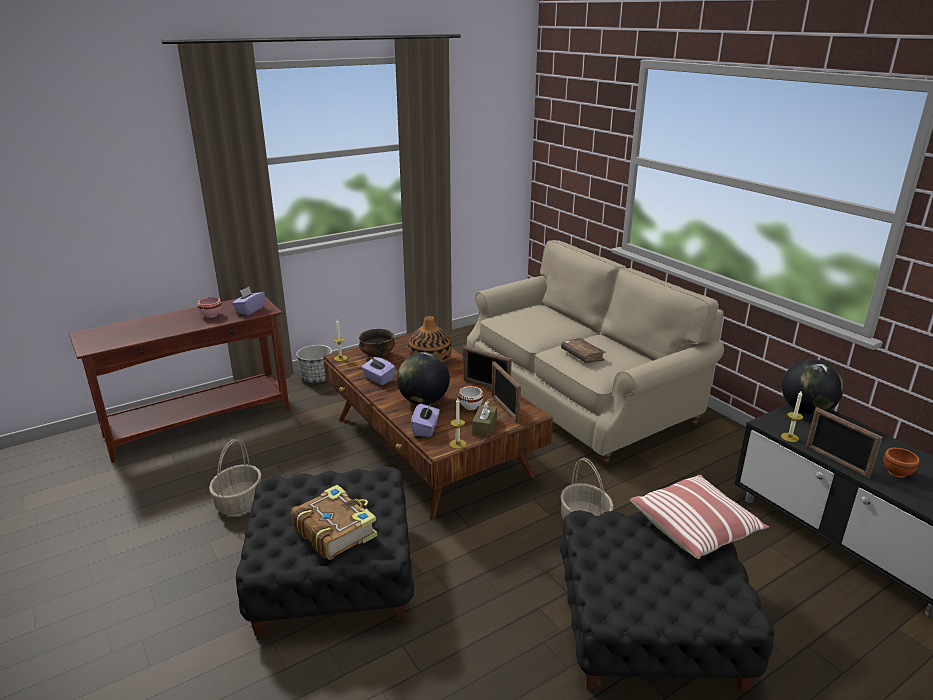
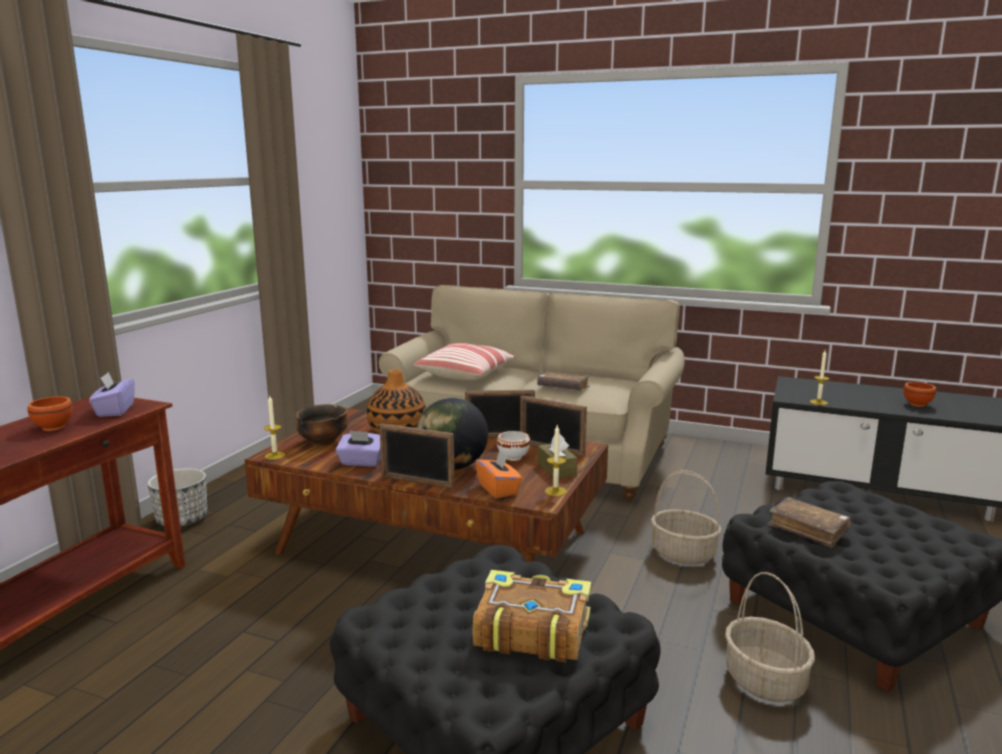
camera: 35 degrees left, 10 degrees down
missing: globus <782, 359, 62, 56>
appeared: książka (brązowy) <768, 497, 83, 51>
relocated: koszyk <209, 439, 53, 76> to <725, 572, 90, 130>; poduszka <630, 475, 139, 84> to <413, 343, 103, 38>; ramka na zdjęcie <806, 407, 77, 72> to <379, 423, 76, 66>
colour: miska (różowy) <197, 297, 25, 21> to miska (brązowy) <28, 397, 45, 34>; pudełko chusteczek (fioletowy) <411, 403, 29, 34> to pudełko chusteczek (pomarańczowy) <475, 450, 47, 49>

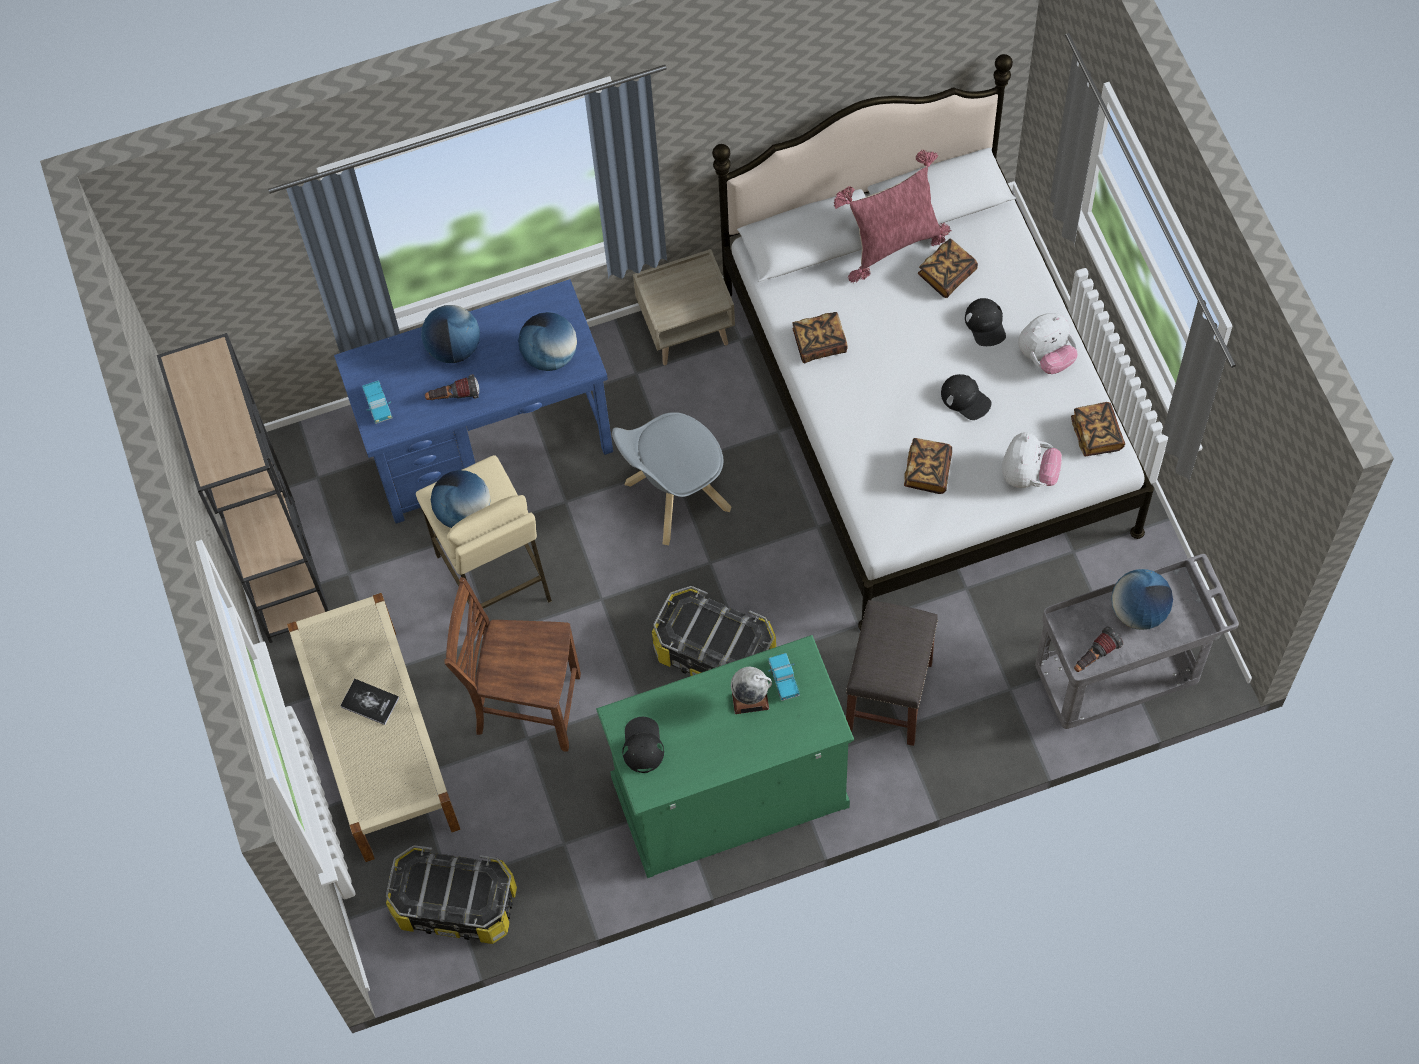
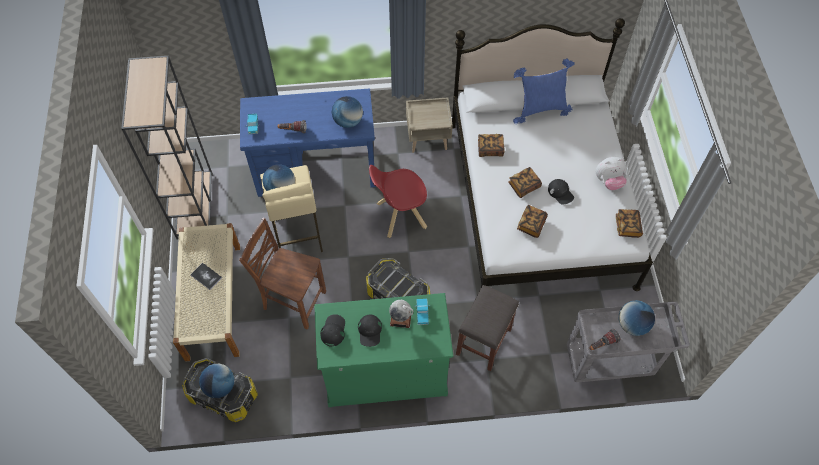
camera: 10 degrees right, 5 degrees down
missing: pluszak <1002, 432, 60, 56>
relocated: globus <421, 305, 59, 58> to <199, 364, 35, 34>; książka <918, 239, 60, 59> to <508, 167, 34, 31>; czapka z daszkiem (czarny) <965, 298, 41, 48> to <358, 315, 24, 32>
colour: krzesło (szary) <612, 412, 120, 133> to krzesło (czerwony) <369, 165, 58, 73>; poduszka (czerwony) <834, 150, 118, 133> to poduszka (niebieski) <513, 58, 62, 66>

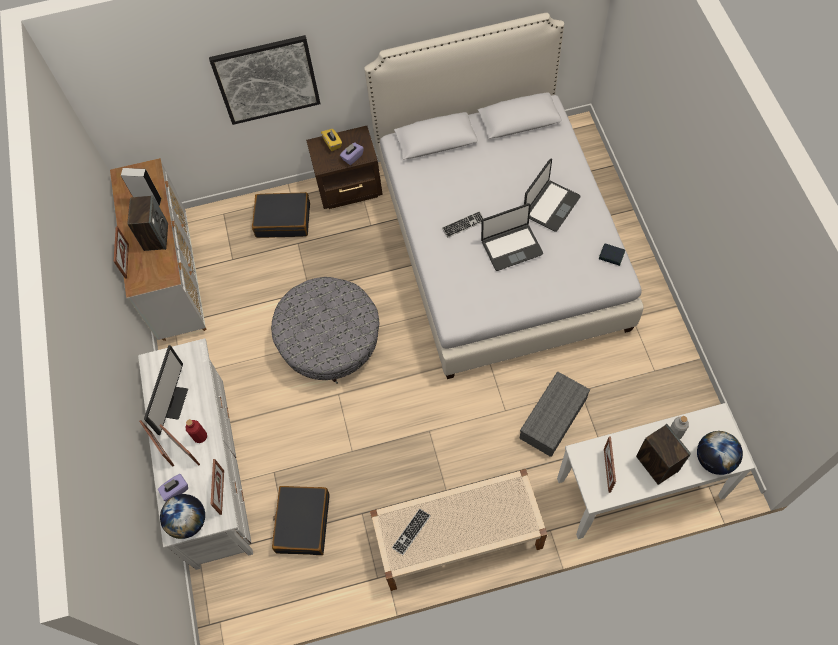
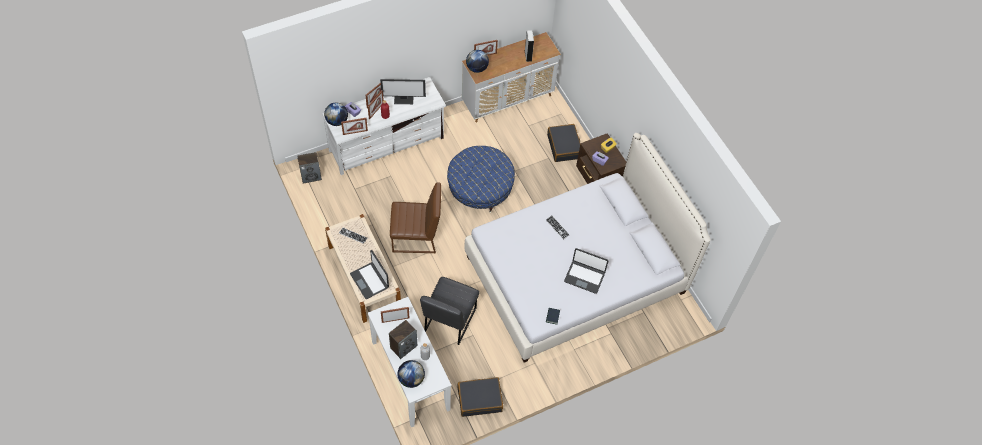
camera: 70 degrees right, 5 degrees down
missing: obraz <209, 35, 112, 90>
appeared: krzesło (brązowy) <390, 182, 51, 71>; globus <466, 50, 23, 23>
relocated: głośnik <127, 195, 41, 56> to <297, 152, 25, 32>; walizka (czarny) <272, 486, 58, 69> to <458, 377, 45, 40>; laptop <481, 203, 62, 68> to <350, 250, 39, 49>
exchanged: pojemnik do przechowywania (szary) <519, 371, 71, 86> to krzesło (szary) <420, 277, 59, 68>
colour: pufa (szary) <271, 277, 108, 106> to pufa (niebieski) <447, 146, 68, 67>

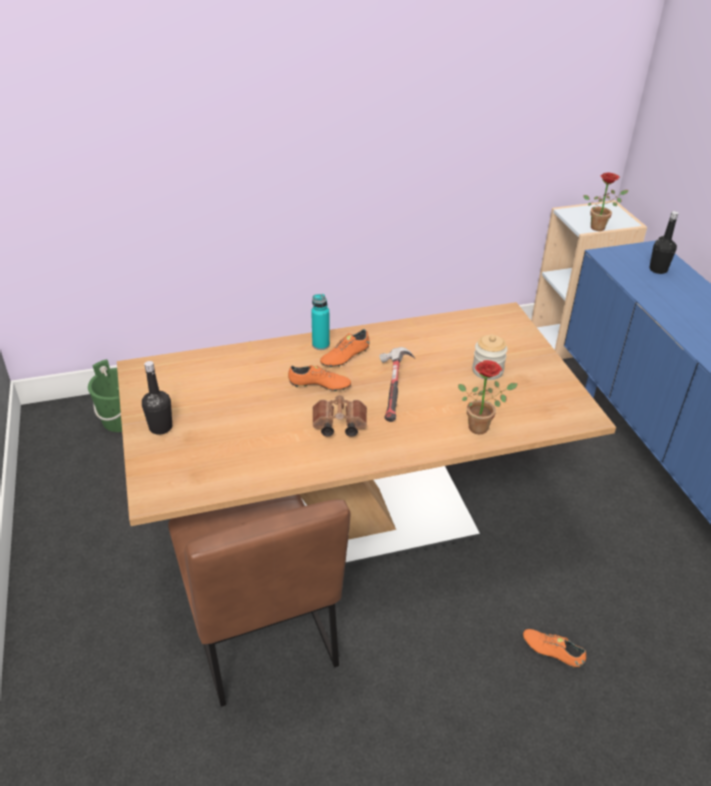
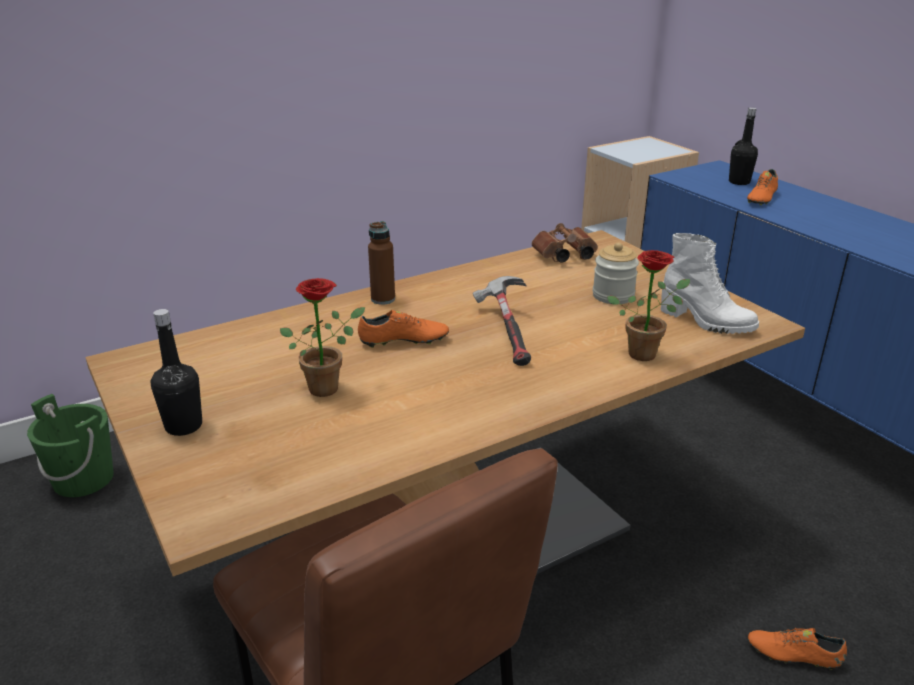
camera: 15 degrees left, 10 degrees down
appeared: but z cholewką (biały) <661, 233, 98, 101>
relocated: lornetka (brązowy) <313, 395, 54, 42> to <532, 223, 66, 40>; but (pomarańczowy) <320, 329, 50, 38> to <747, 169, 31, 36>; roślina doniczkowa <583, 173, 45, 58> to <280, 278, 85, 119>
colour: butelka (turkusowy) <311, 294, 19, 56> to butelka (brązowy) <368, 221, 27, 84>

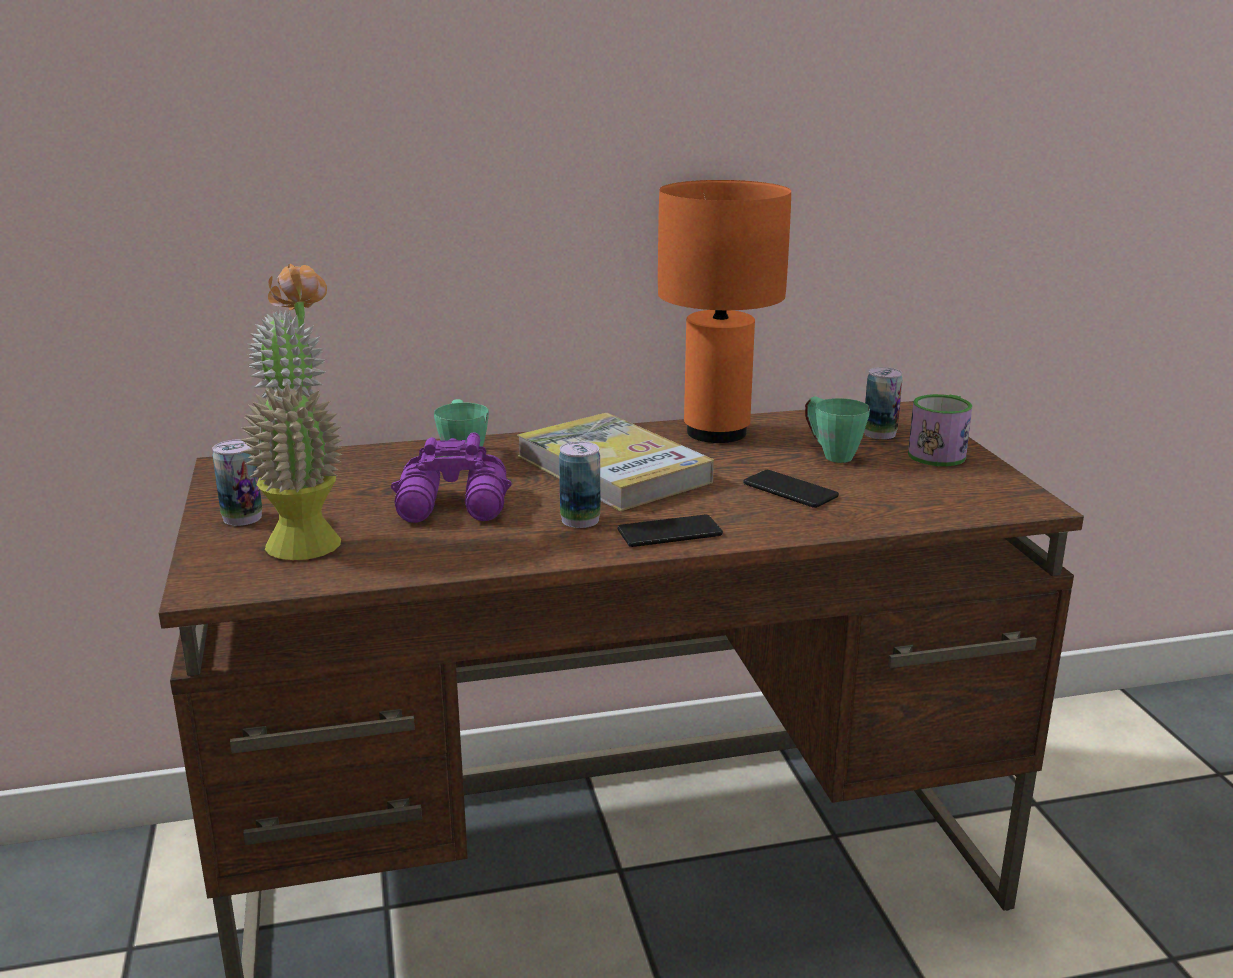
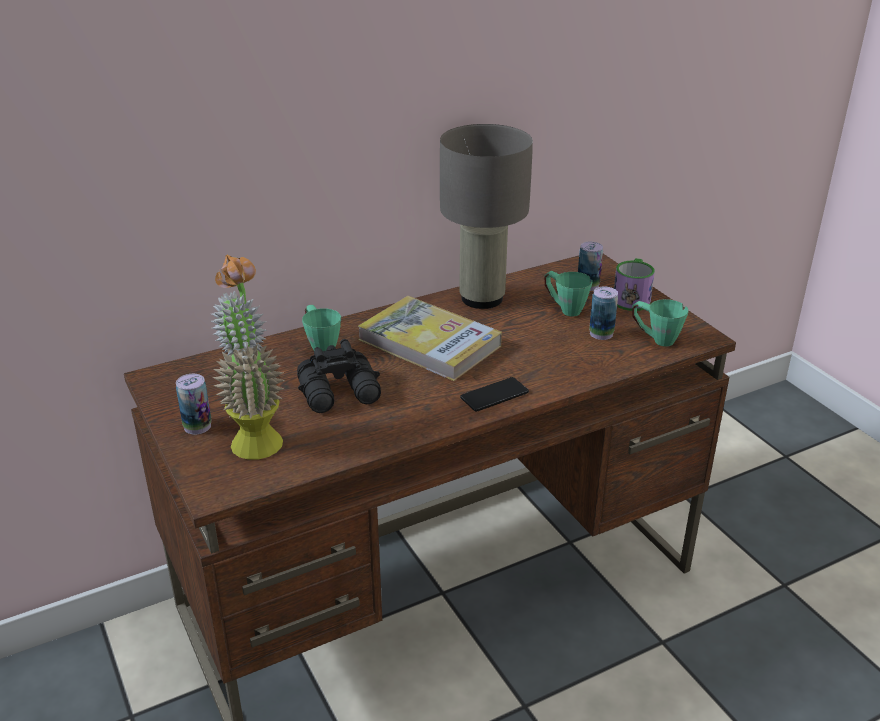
camera: 15 degrees left, 10 degrees up
missing: telefon <743, 470, 96, 38>
appeared: kubek (zielony) <632, 299, 56, 48>
relocated: puszka <559, 441, 41, 87> to <589, 287, 29, 53>
colour: lornetka (fioletowy) <391, 432, 121, 91> to lornetka (czarny) <297, 339, 84, 74>; lampa stołowa (pomarańczowy) <658, 180, 133, 263> to lampa stołowa (szary) <440, 124, 93, 185>

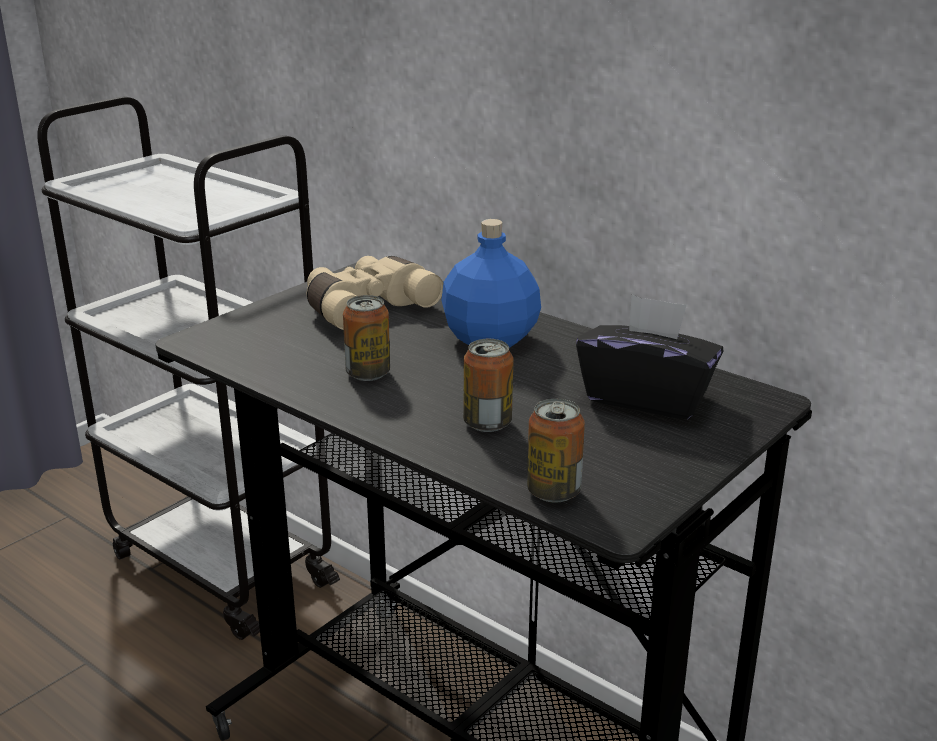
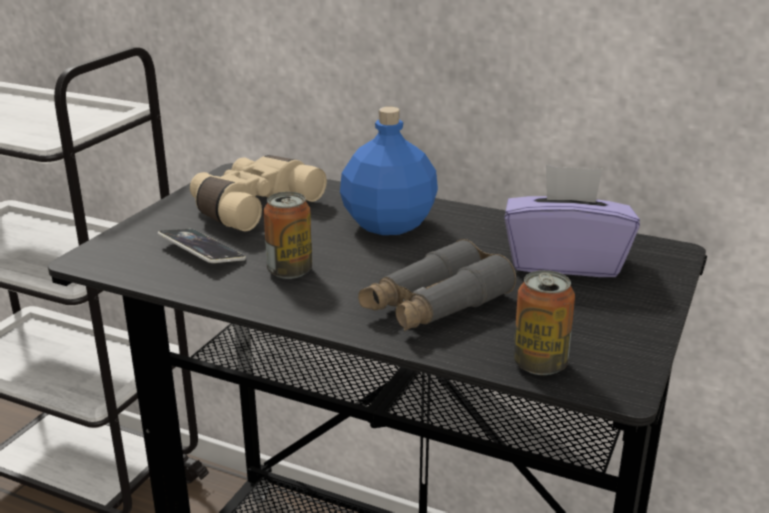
camera: 15 degrees left, 0 degrees up
appeared: telefon <158, 229, 88, 34>
exchanged: puszka <463, 339, 51, 93> to lornetka (szary) <358, 239, 158, 92>
colour: pudełko chusteczek (czarny) <576, 295, 147, 125> to pudełko chusteczek (fioletowy) <504, 165, 136, 112>

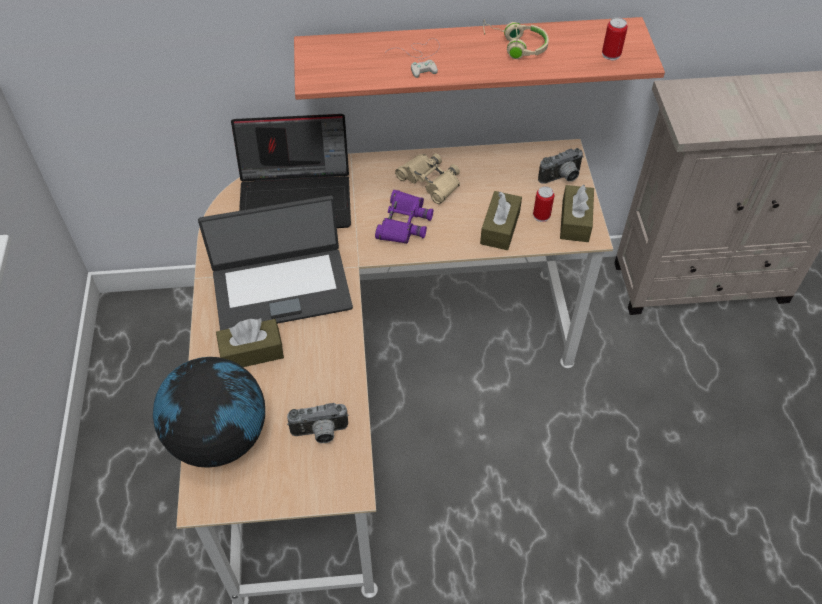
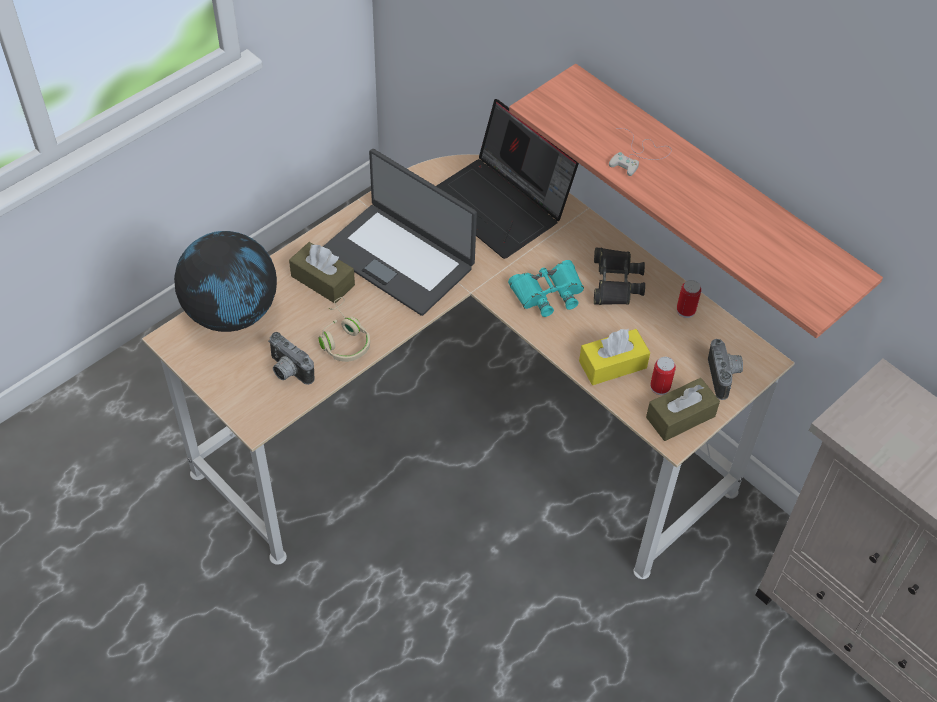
camera: 50 degrees right, 0 degrees up
relocated: słuchawki (beżowy) <483, 19, 66, 40> to <318, 297, 52, 65>; puszka <602, 17, 26, 43> to <677, 280, 24, 38>
colour: lornetka (fioletowy) <375, 190, 58, 54> to lornetka (turkusowy) <508, 260, 76, 57>; lornetka (beżowy) <395, 153, 65, 51> to lornetka (czarny) <594, 248, 51, 57>; pudełko chusteczek (brązowy) <480, 191, 42, 59> to pudełko chusteczek (żółty) <579, 328, 71, 57>
spun: aparat fotograficzny <538, 148, 46, 36> = <708, 339, 35, 61> 120 degrees counterclockwise

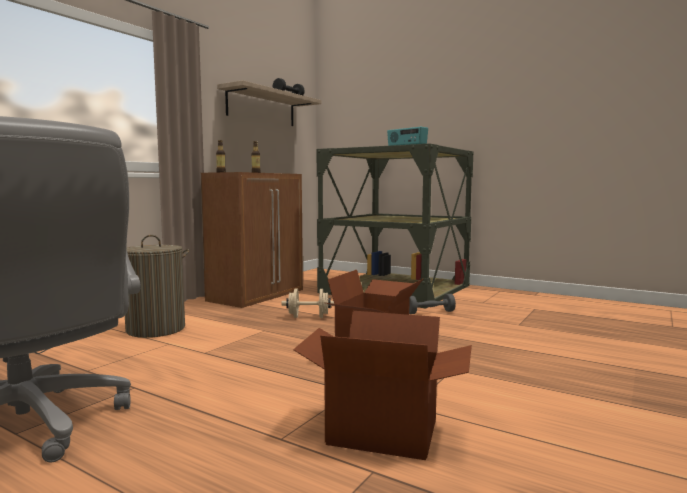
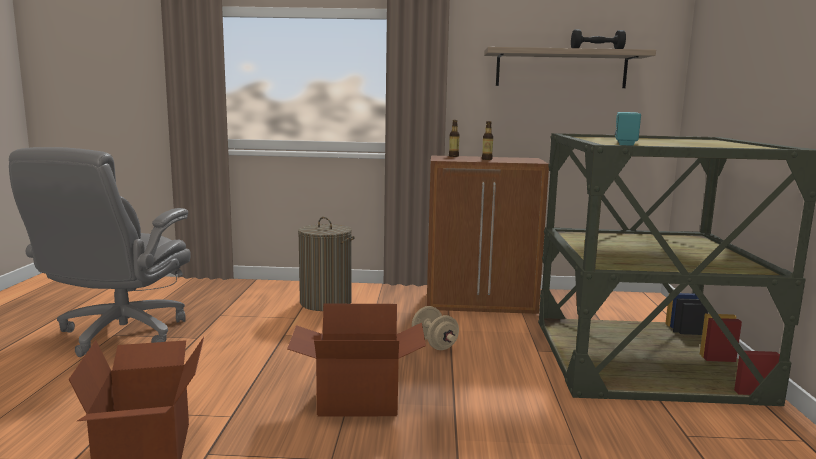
camera: 60 degrees right, 5 degrees up
missing: hantel (szary) <409, 294, 47, 20>

